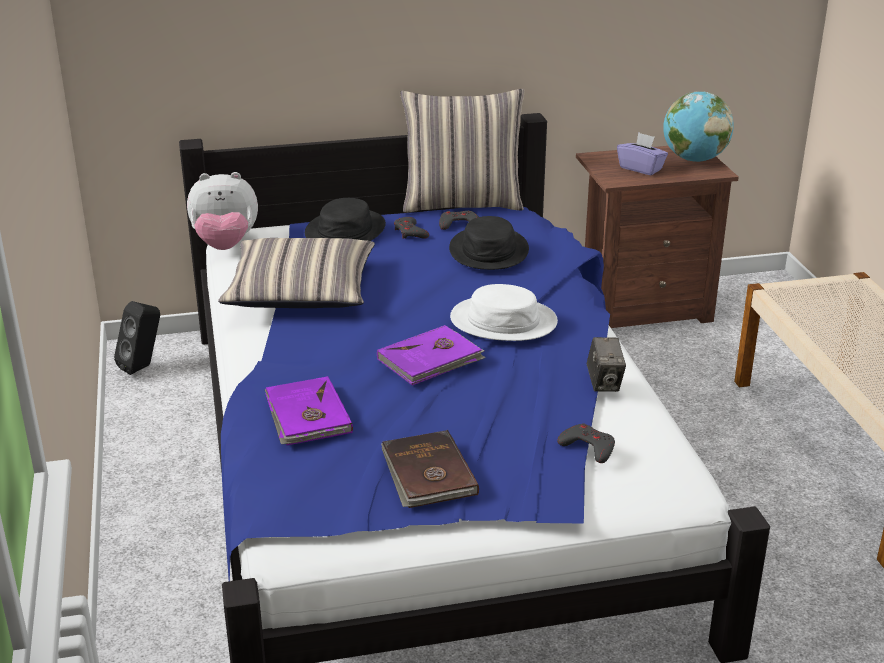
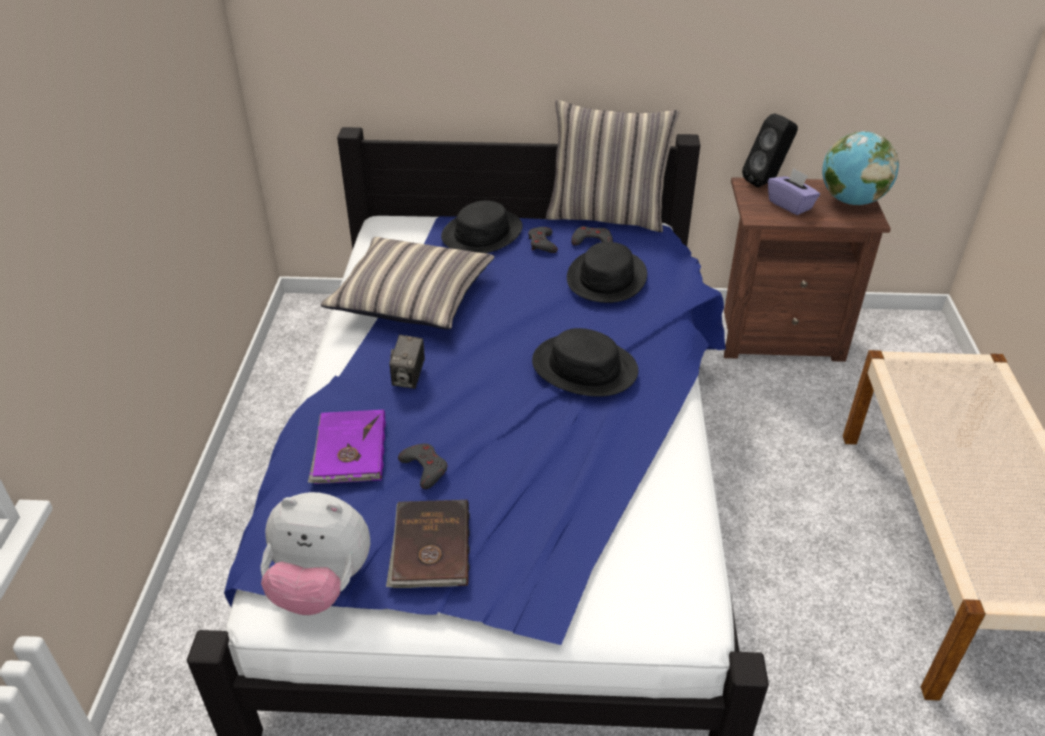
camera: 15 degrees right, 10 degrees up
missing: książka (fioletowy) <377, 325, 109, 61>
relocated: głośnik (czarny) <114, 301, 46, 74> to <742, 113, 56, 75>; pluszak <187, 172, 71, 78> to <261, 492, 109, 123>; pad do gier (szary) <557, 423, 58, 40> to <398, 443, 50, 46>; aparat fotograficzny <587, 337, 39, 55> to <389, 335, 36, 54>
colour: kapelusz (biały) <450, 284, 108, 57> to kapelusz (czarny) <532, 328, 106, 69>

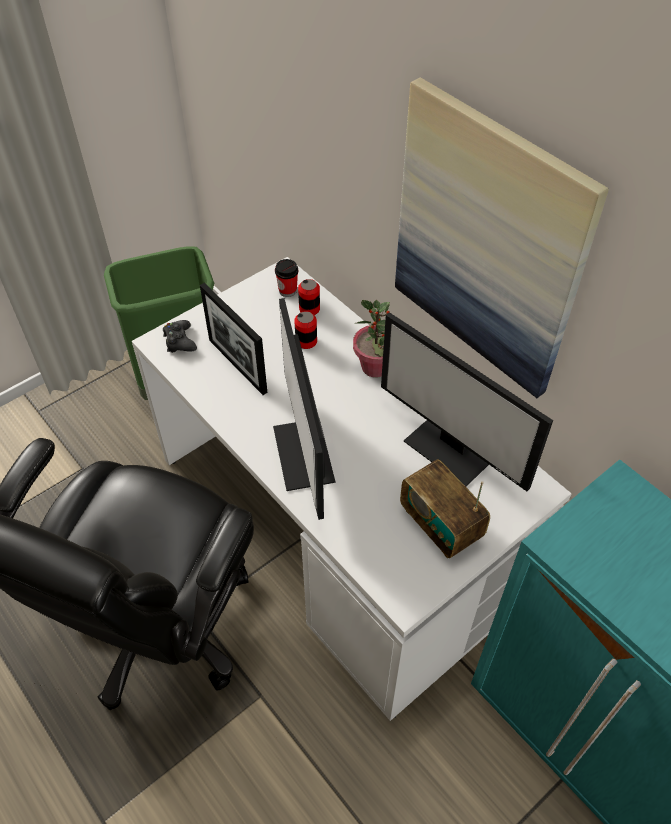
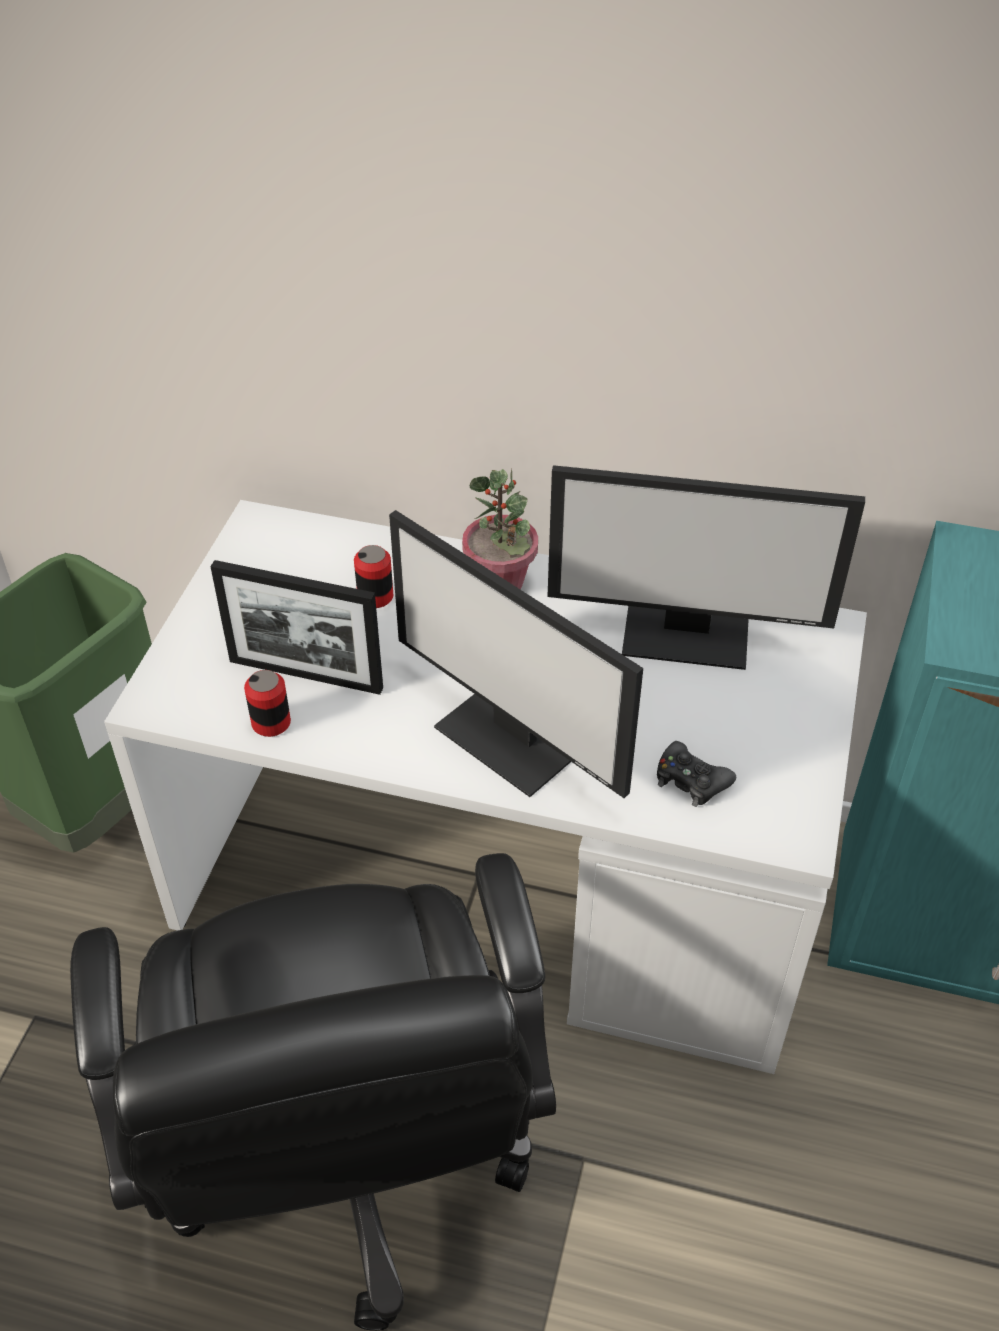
camera: 35 degrees left, 5 degrees down
missing: filiżanka <275, 259, 23, 38>; obraz <395, 78, 214, 320>; radio <400, 459, 90, 99>
relocated: pad do gier (czarny) <163, 320, 34, 33> to <657, 741, 79, 66>; puszka <298, 279, 22, 36> to <244, 670, 47, 67>

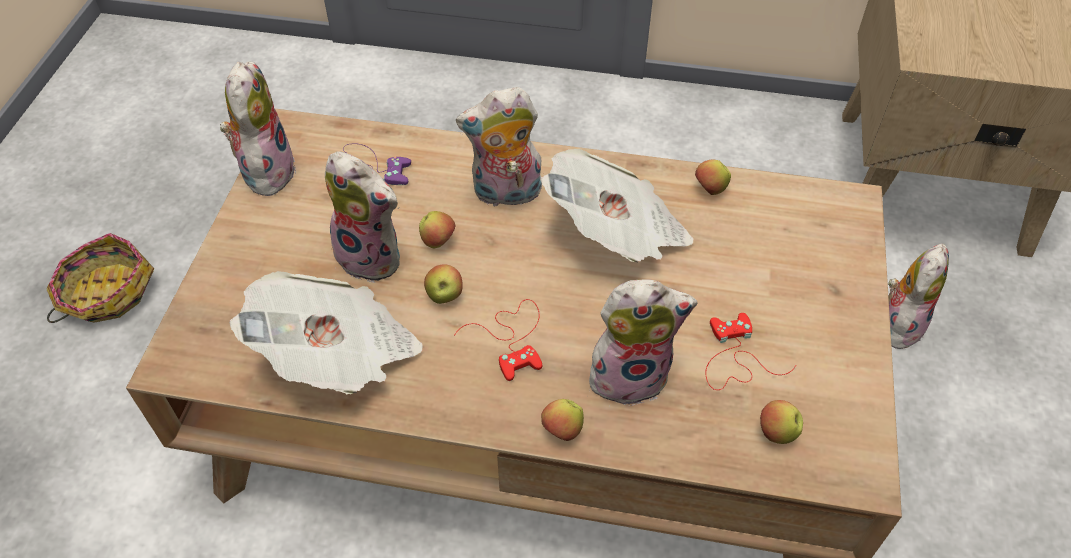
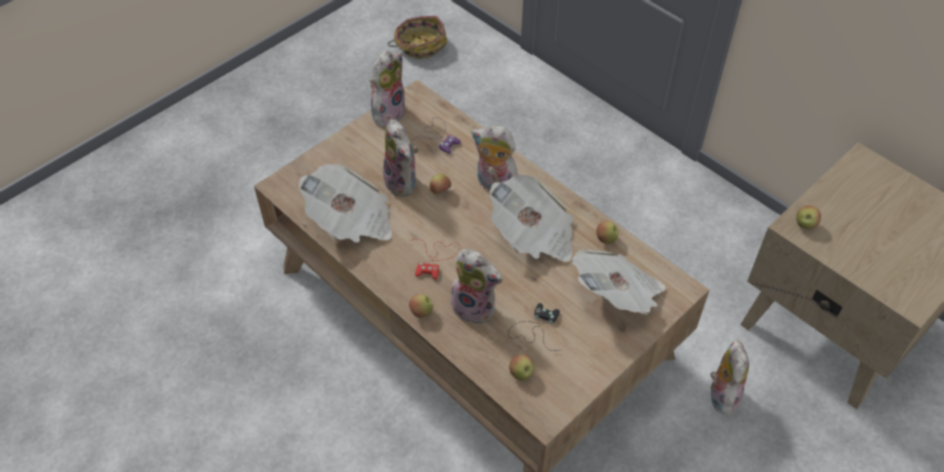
camera: 35 degrees right, 0 degrees up
appeared: gazeta <572, 250, 94, 64>
relocated: koszyk <46, 233, 108, 90> to <388, 16, 60, 43>; jabłko <424, 264, 39, 40> to <796, 205, 25, 24>
colour: pad do gier (czerwony) <705, 313, 91, 77> to pad do gier (czarny) <508, 303, 52, 48>
spun: pluszak <888, 244, 61, 110> = <710, 339, 39, 76> 60 degrees counterclockwise

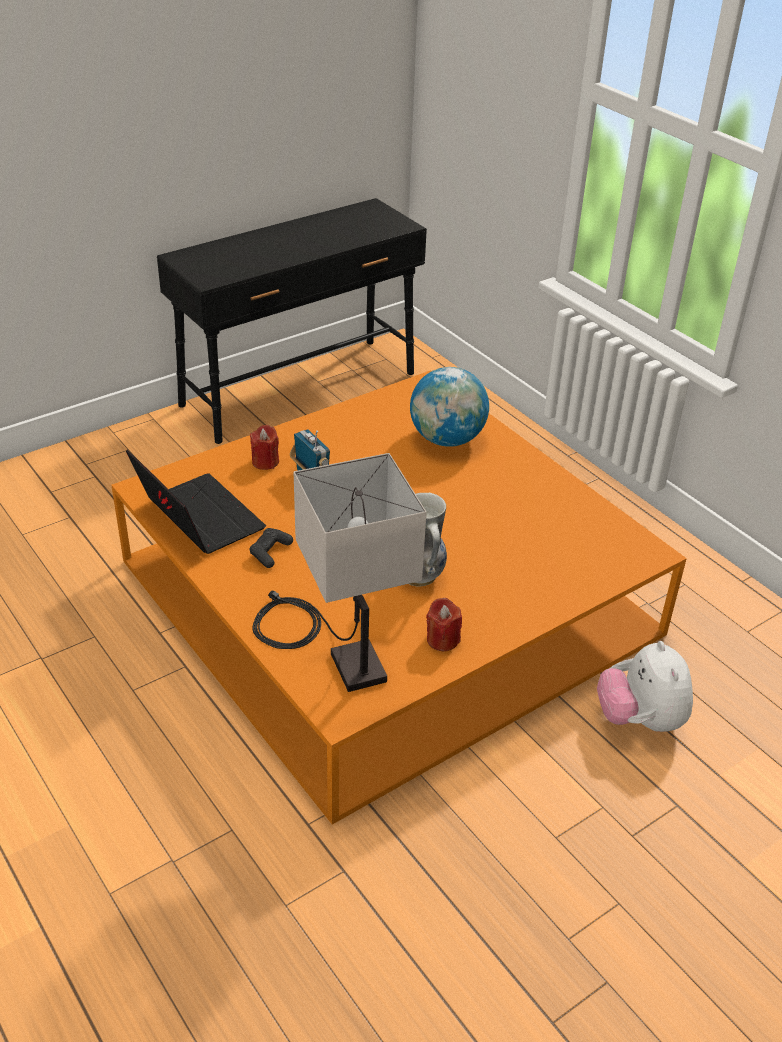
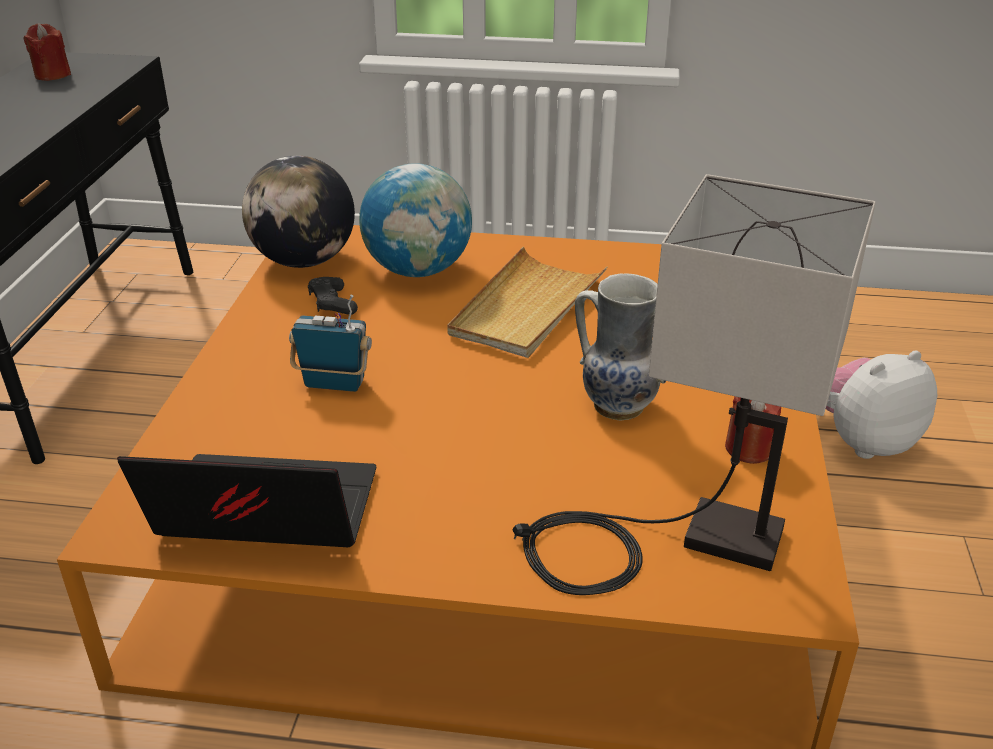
camera: 45 degrees left, 5 degrees down
appeared: globus <242, 156, 113, 112>; taca (beżowy) <447, 246, 160, 112>
relocated: świeca (czerwony) <250, 425, 29, 45> to <23, 24, 48, 57>; pad do gier (czarny) <250, 528, 43, 40> to <308, 277, 50, 38>
spun: pluszak <597, 641, 96, 91> = <826, 350, 111, 109> 120 degrees clockwise

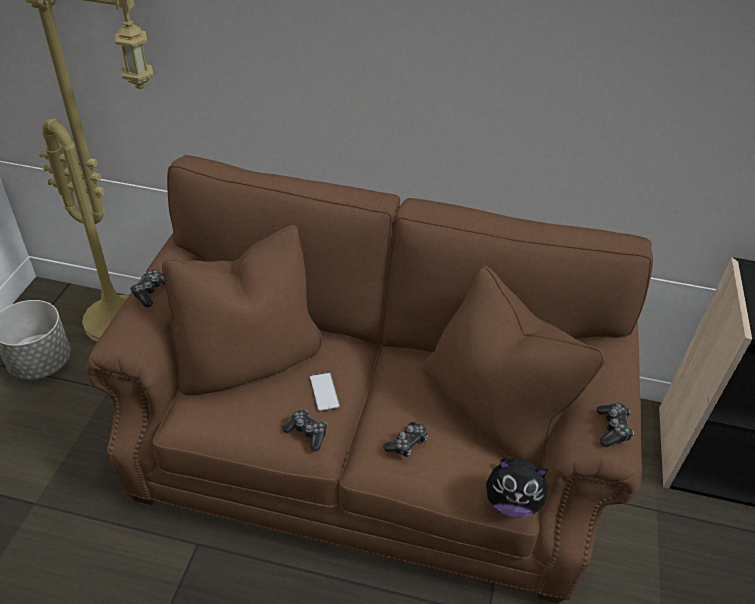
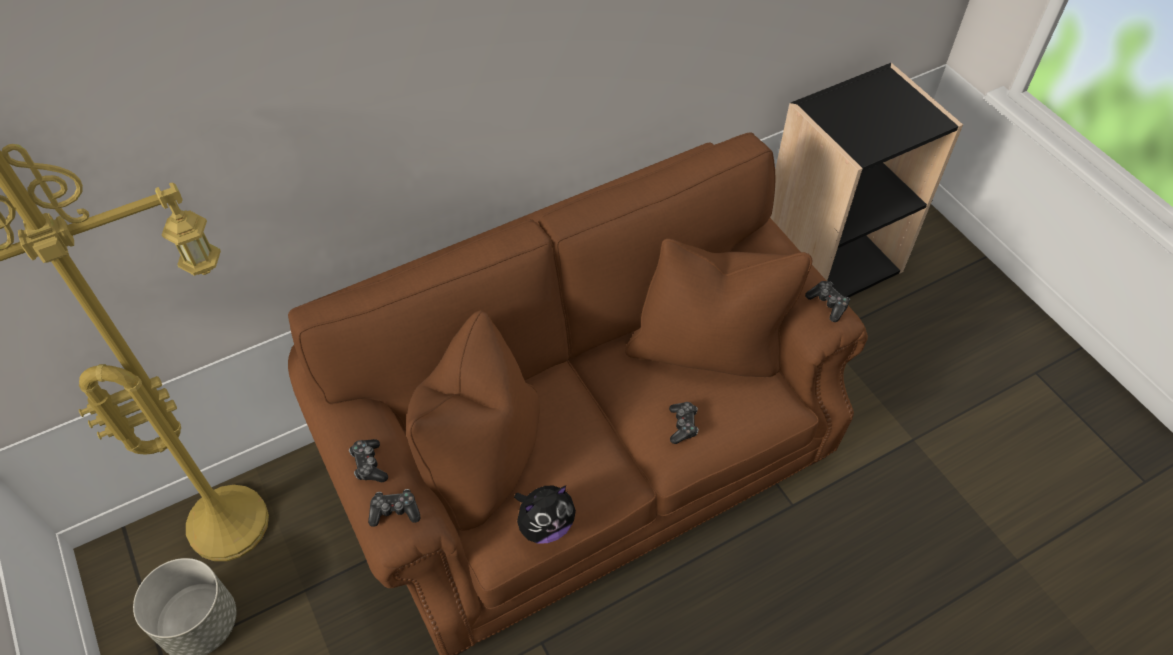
camera: 40 degrees left, 10 degrees up
missing: telefon <310, 372, 30, 39>
relocated: pad do gier <282, 409, 45, 42> to <368, 489, 53, 38>; pluszak <486, 458, 65, 59> to <514, 486, 62, 57>

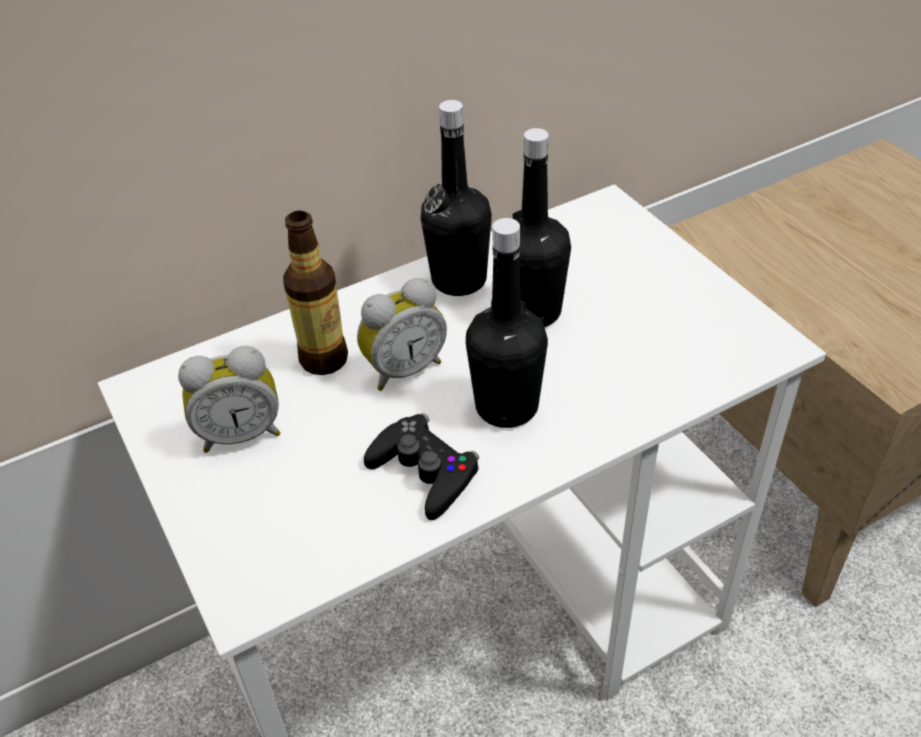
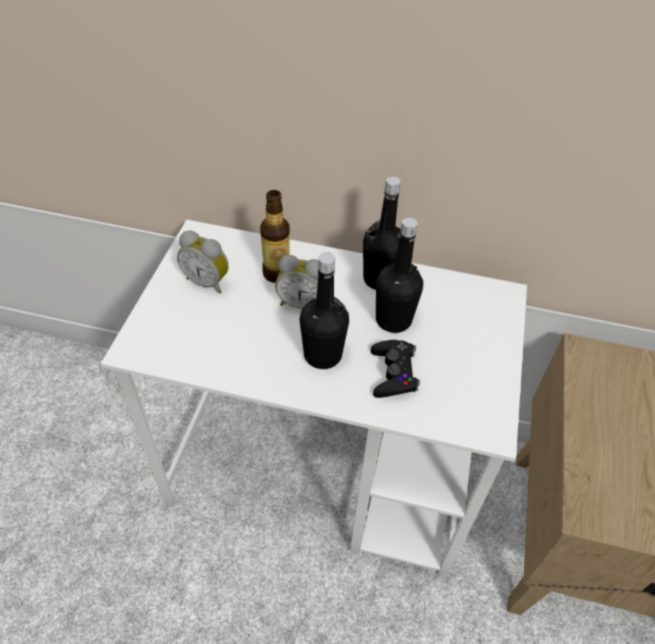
camera: 40 degrees right, 5 degrees up
relocated: pad do gier (czarny) <364, 413, 115, 107> to <371, 340, 49, 58>

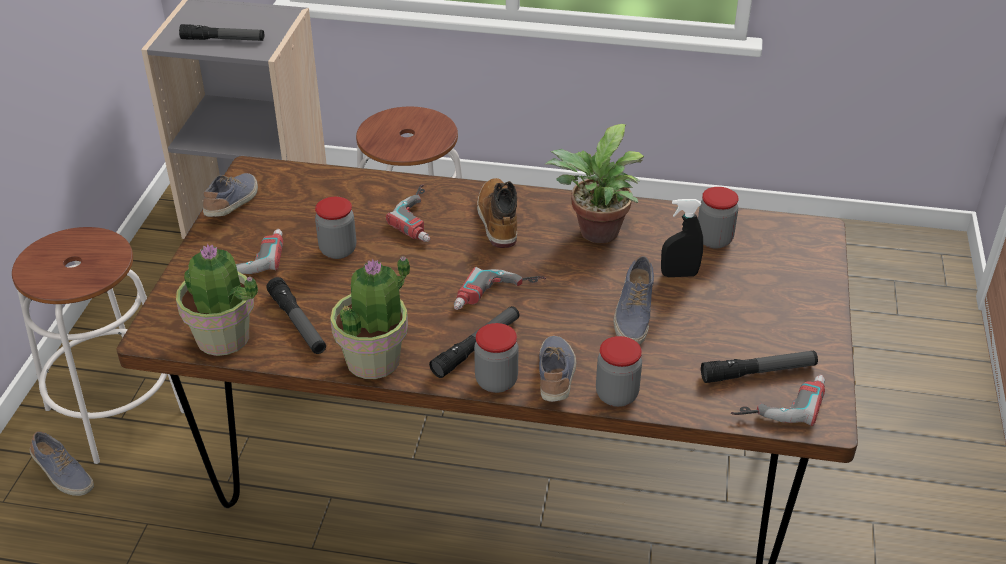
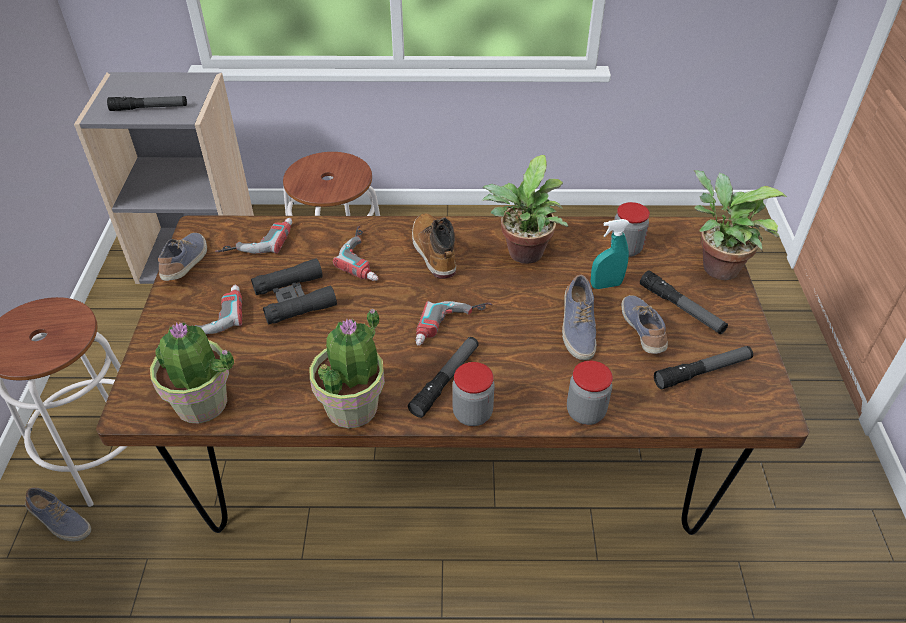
camera: 10 degrees left, 5 degrees up
appeared: roślina doniczkowa <694, 170, 93, 110>
relocated: latarka <266, 277, 60, 77> to <640, 270, 88, 64>; but <539, 336, 37, 66> to <621, 295, 47, 59>; wiertarka <731, 375, 94, 51> to <215, 218, 77, 36>
exchanged: słoik <315, 197, 41, 62> to lornetka (czarny) <251, 258, 86, 67>
colour: spryskiwacz (czarny) <661, 199, 42, 78> to spryskiwacz (turkusowy) <591, 219, 39, 70>

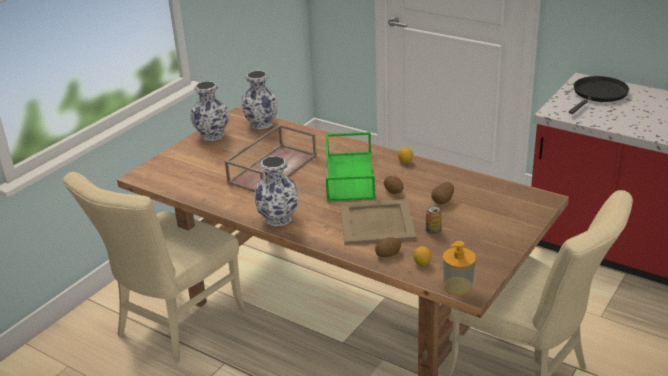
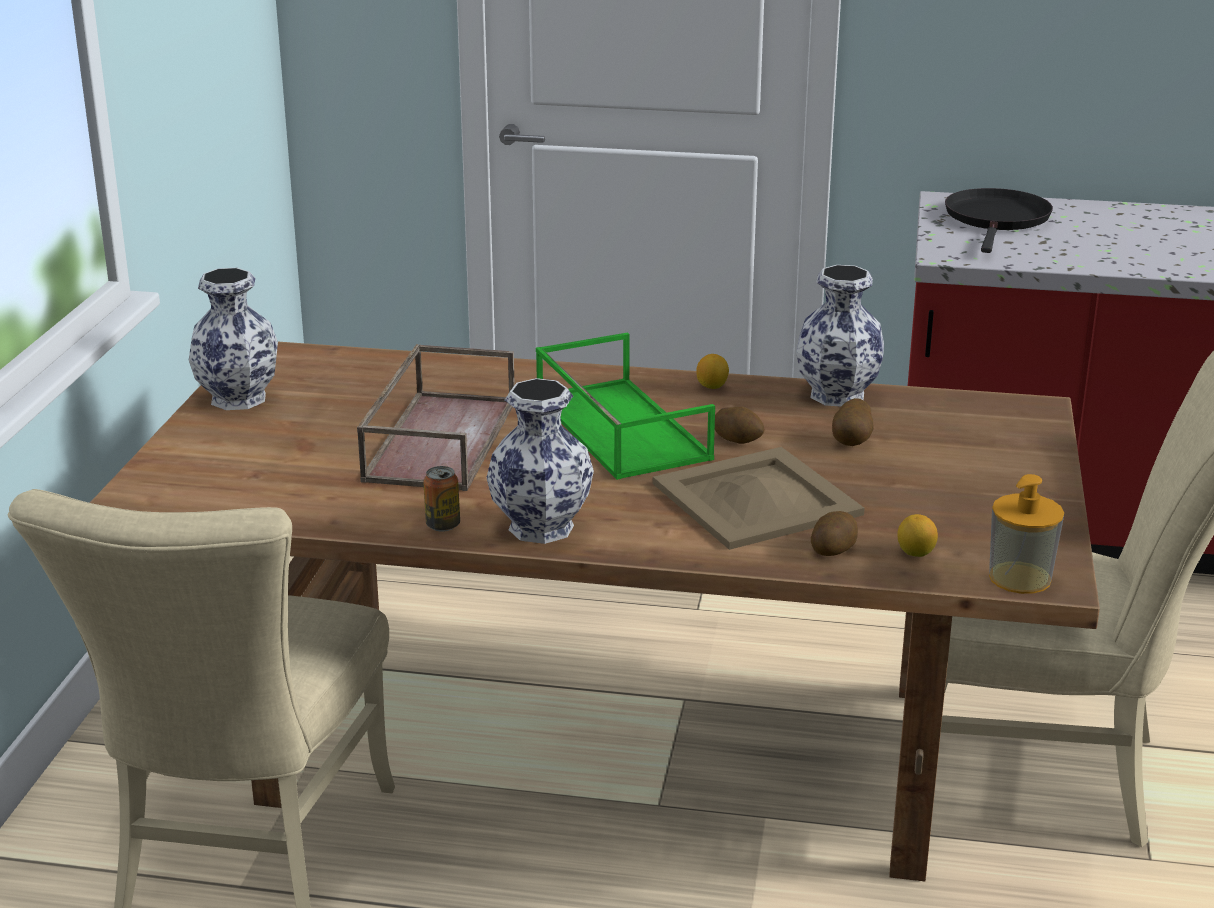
camera: 25 degrees left, 5 degrees down
relocated: wazon <241, 71, 37, 59> to <796, 265, 88, 142>; puszka <426, 206, 16, 29> to <423, 466, 37, 65>

